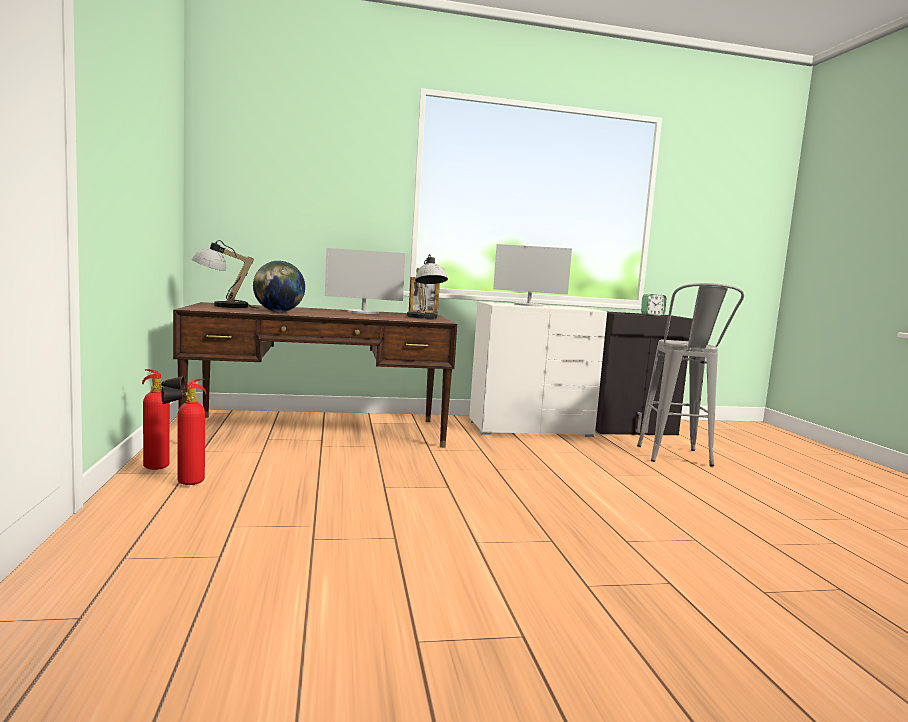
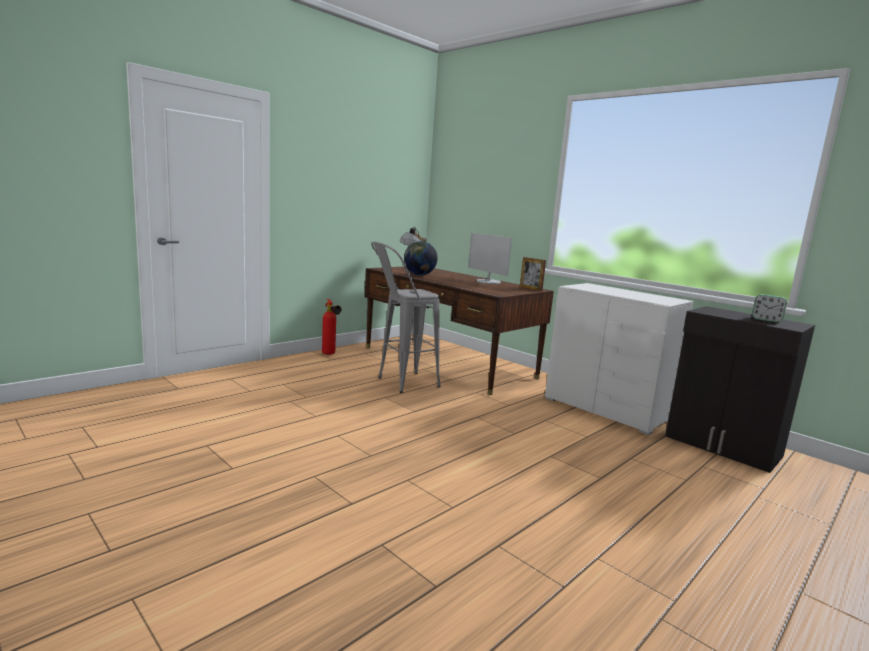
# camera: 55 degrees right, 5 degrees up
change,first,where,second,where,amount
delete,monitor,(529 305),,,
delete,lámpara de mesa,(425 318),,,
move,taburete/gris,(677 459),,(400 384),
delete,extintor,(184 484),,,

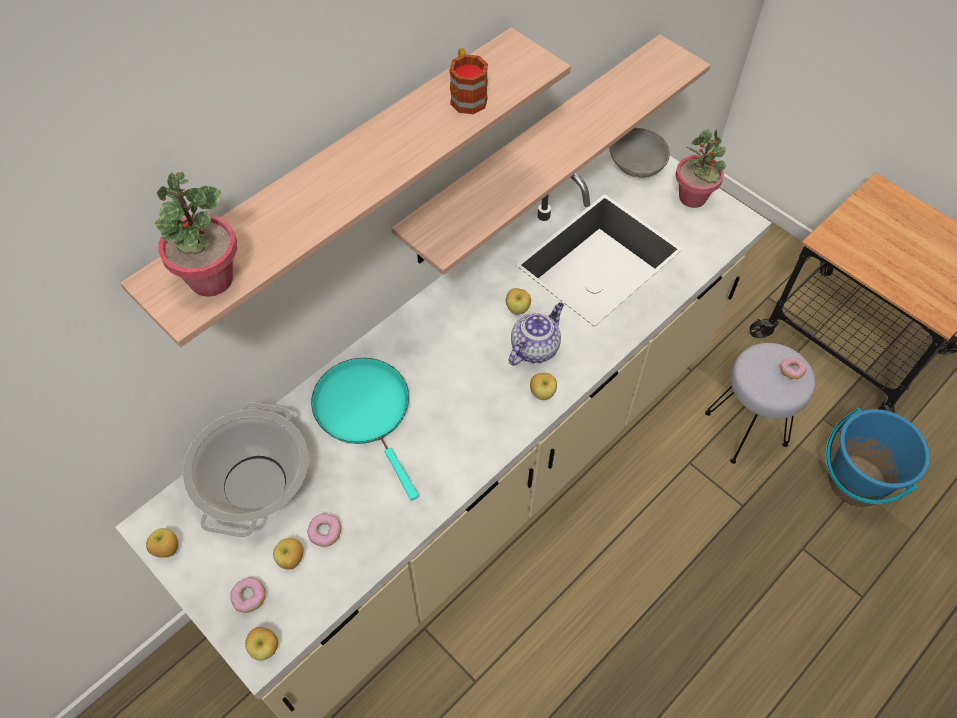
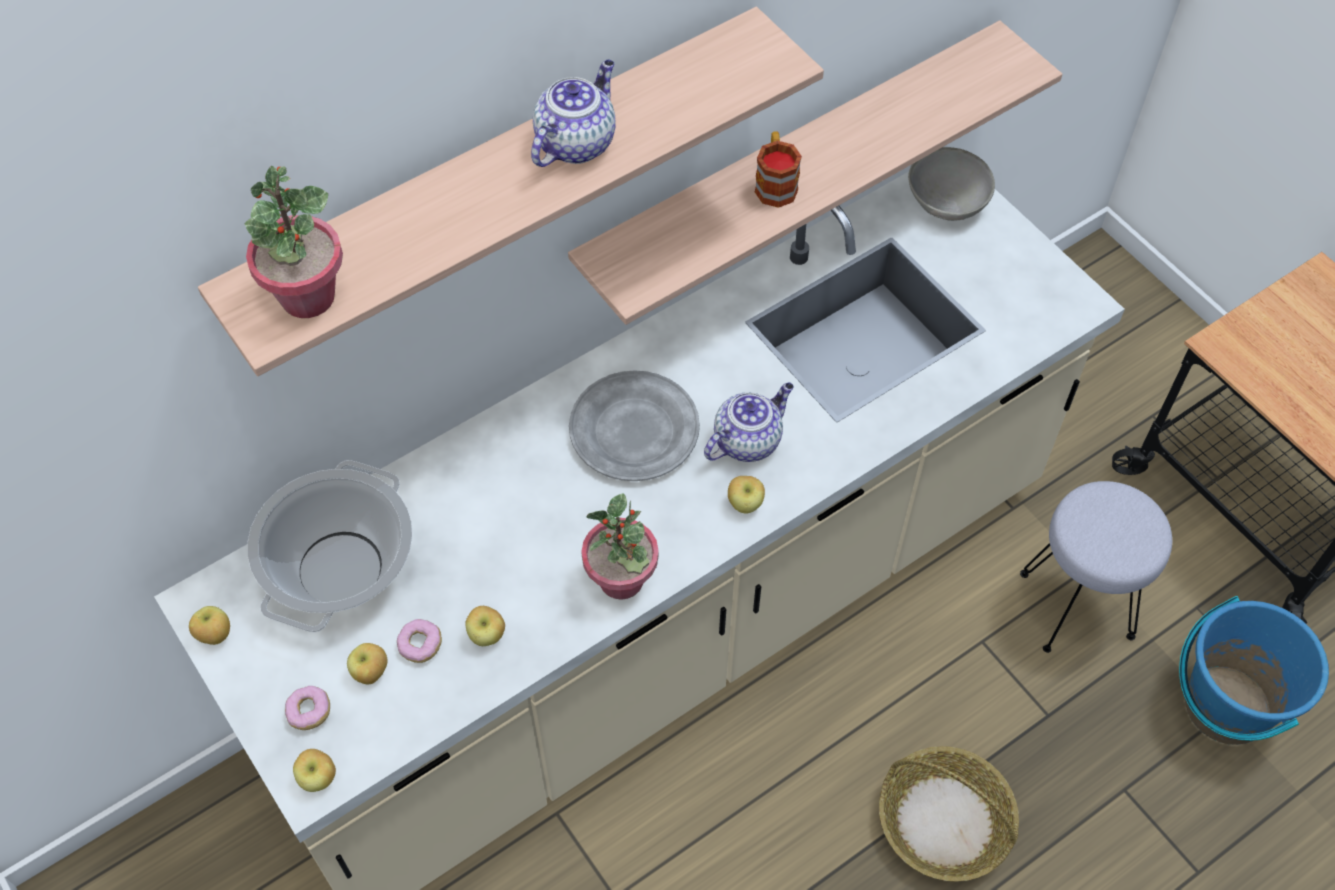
# camera: 10 degrees right, 0 degrees up
change,first,where,second,where,amount
move,taza grande,(467 95),,(775 183),
move,planta en maceta,(693 197),,(622 580),
move,manzana,(517 309),,(487 635),
delete,rosquilla,(791 371),,,
delete,sartén/turquesa,(365 410),,,
insert,,,tetera,(576 142),
insert,,,plato/gris,(634 431),
insert,,,cesta,(943 821),

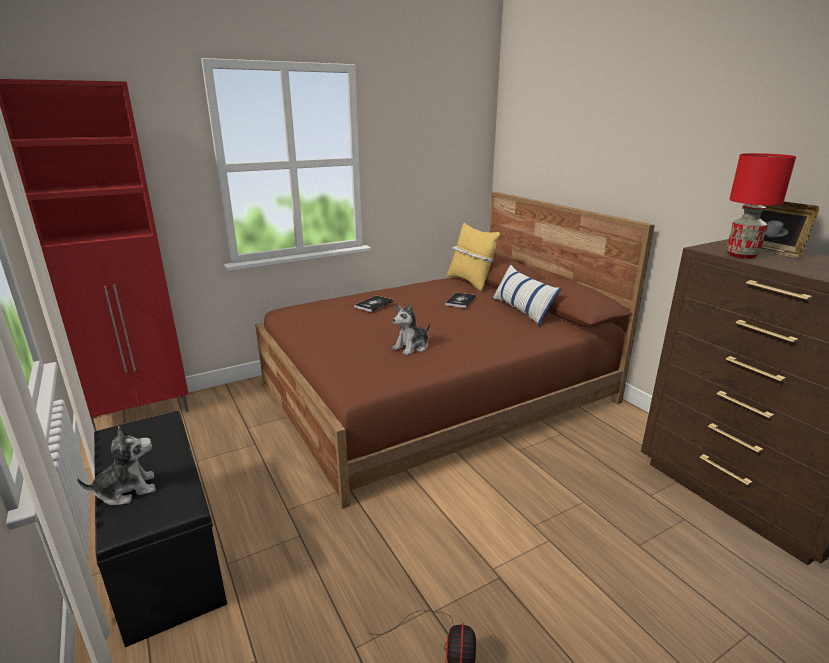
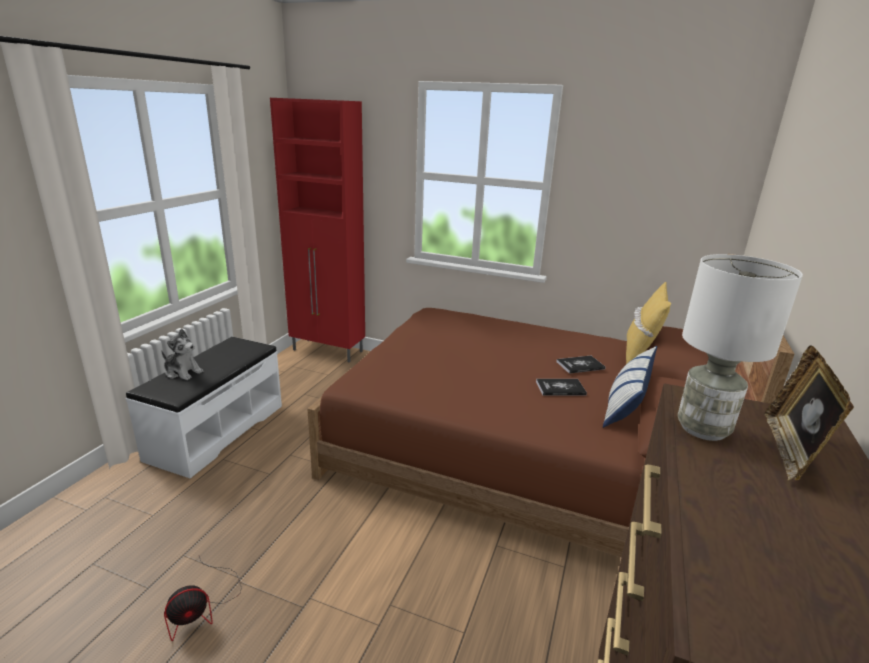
# camera: 50 degrees right, 0 degrees up
change,first,where,second,where,amount
recolor,lámpara de mesa/rojo,(741 255),lámpara de mesa/blanco,(703 428),
move,libro,(374 304),,(560 388),
delete,peluche,(412 347),,,
recolor,banco/negro,(164 552),banco/blanco,(216 431),

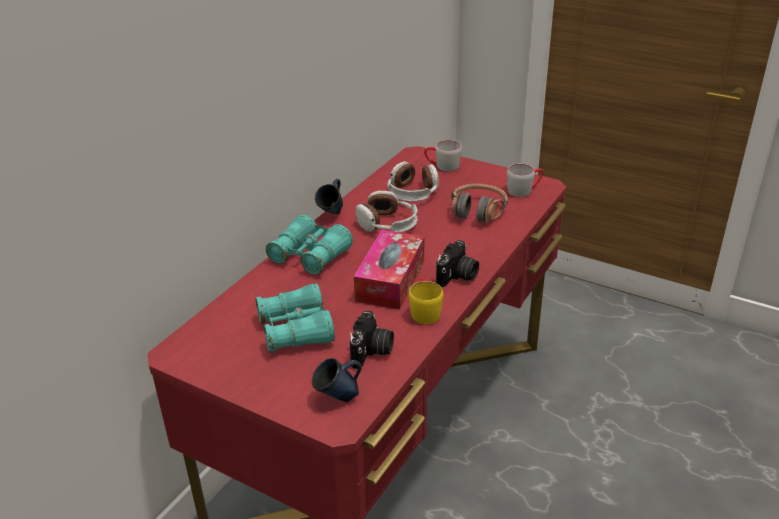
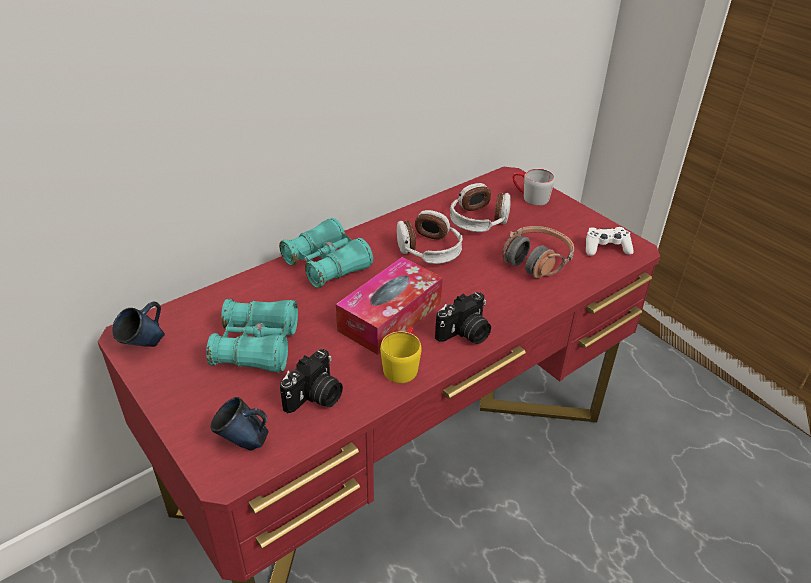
# camera: 20 degrees right, 5 degrees up
change,first,where,second,where,amount
replace,taza grande/gris,(524 190),mando de consola/blanco,(606 248),
move,taza grande/azul,(332 216),,(145 347),

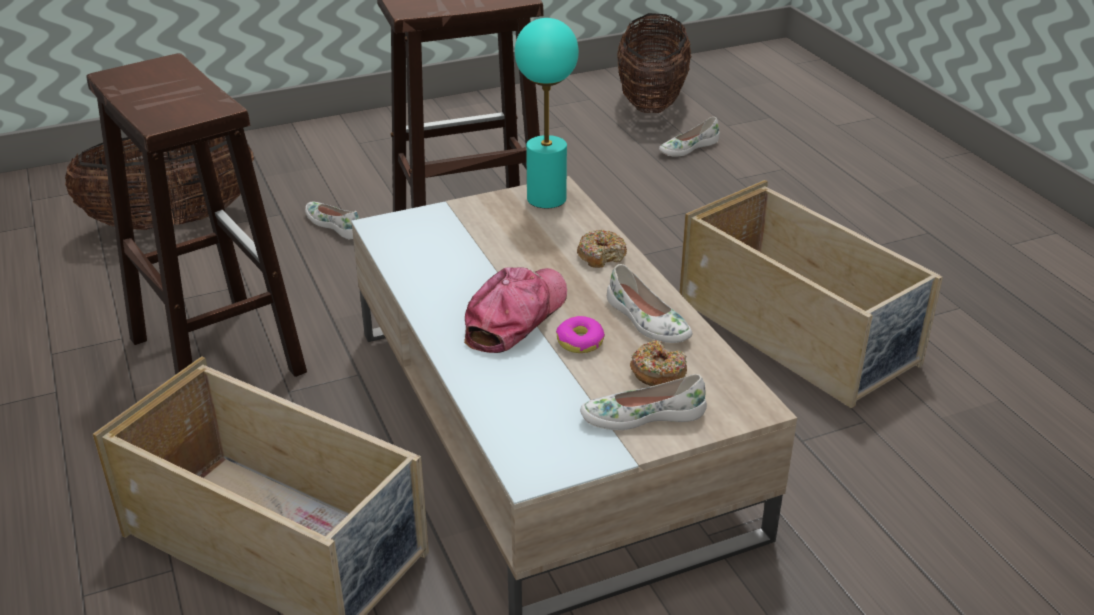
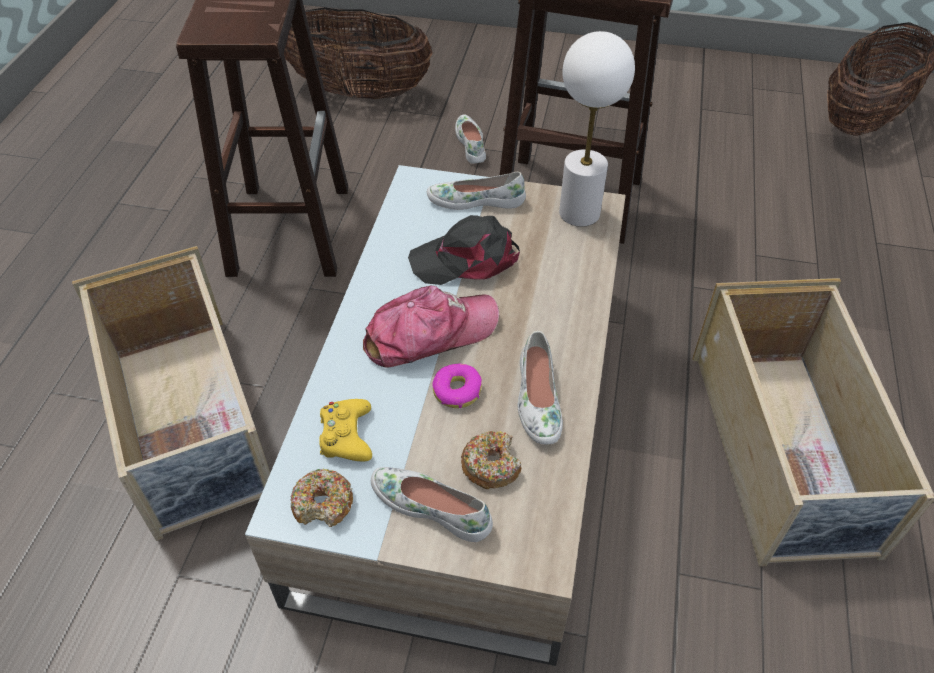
# camera: 35 degrees right, 15 degrees up
change,first,where,second,where,amount
recolor,lámpara de mesa/turquesa,(547 199),lámpara de mesa/blanco,(579 213),
move,zapato/blanco,(688 147),,(476 200),
move,rosquilla,(601 256),,(323 504),
insert,,,gorra/negro,(466 259),
insert,,,mando de consola/amarillo,(346 436),

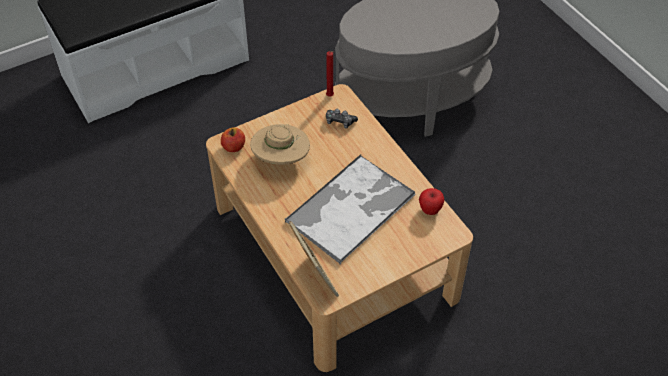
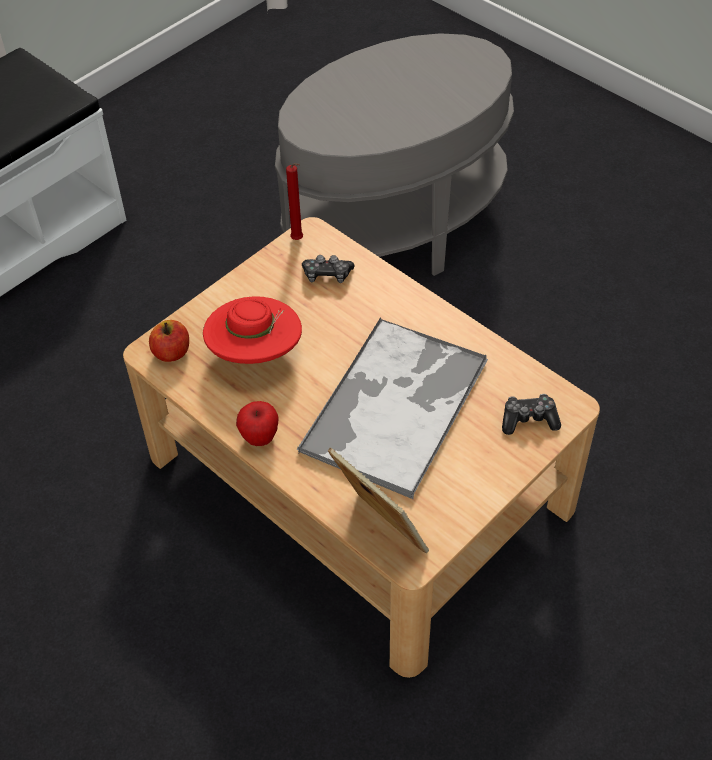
# camera: 15 degrees left, 0 degrees up
change,first,where,second,where,amount
recolor,sombrero/beis,(281 159),sombrero/rojo,(255 354),
move,manzana,(430 210),,(259 438),
insert,,,mando de consola,(529 419),

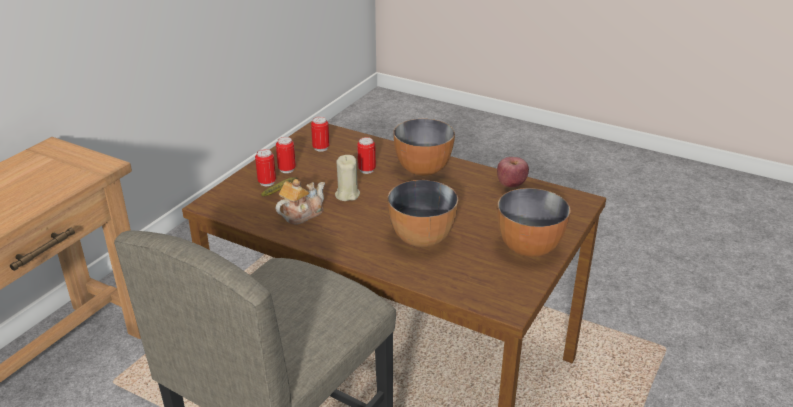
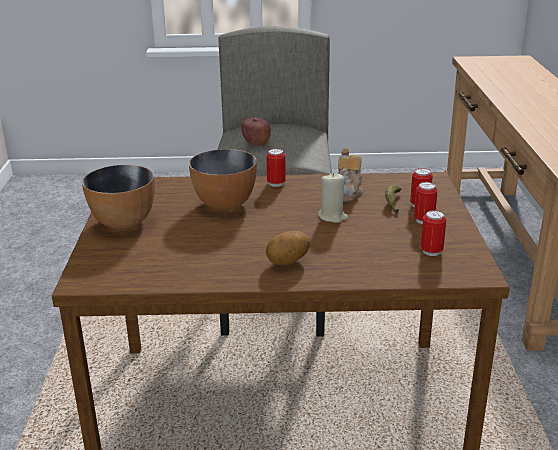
# camera: 150 degrees right, 5 degrees down
change,first,where,second,where,amount
replace,cuenco,(423 169),patata,(288 262),
move,lata,(366 170),,(276 183),
move,manzana,(511 184),,(256 143),

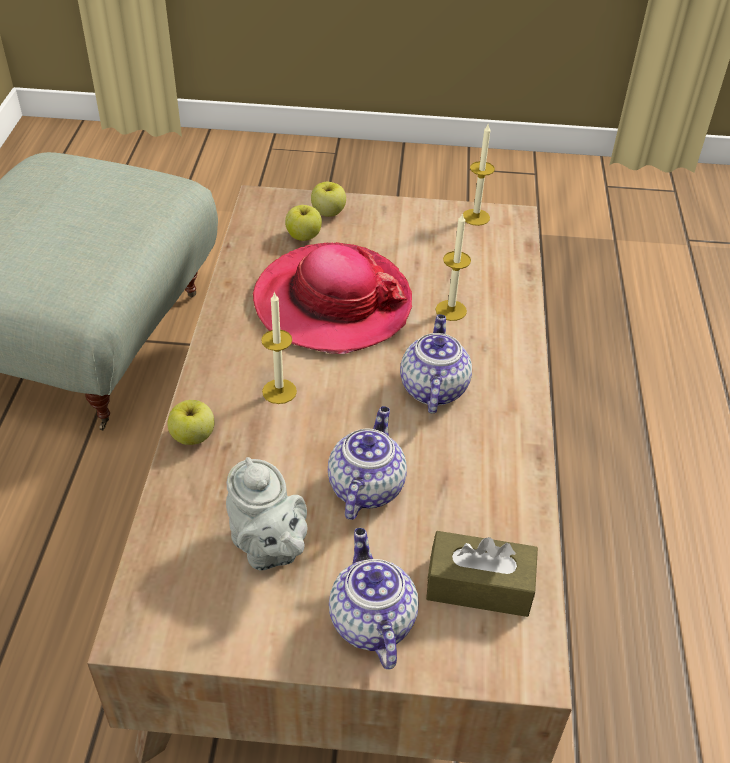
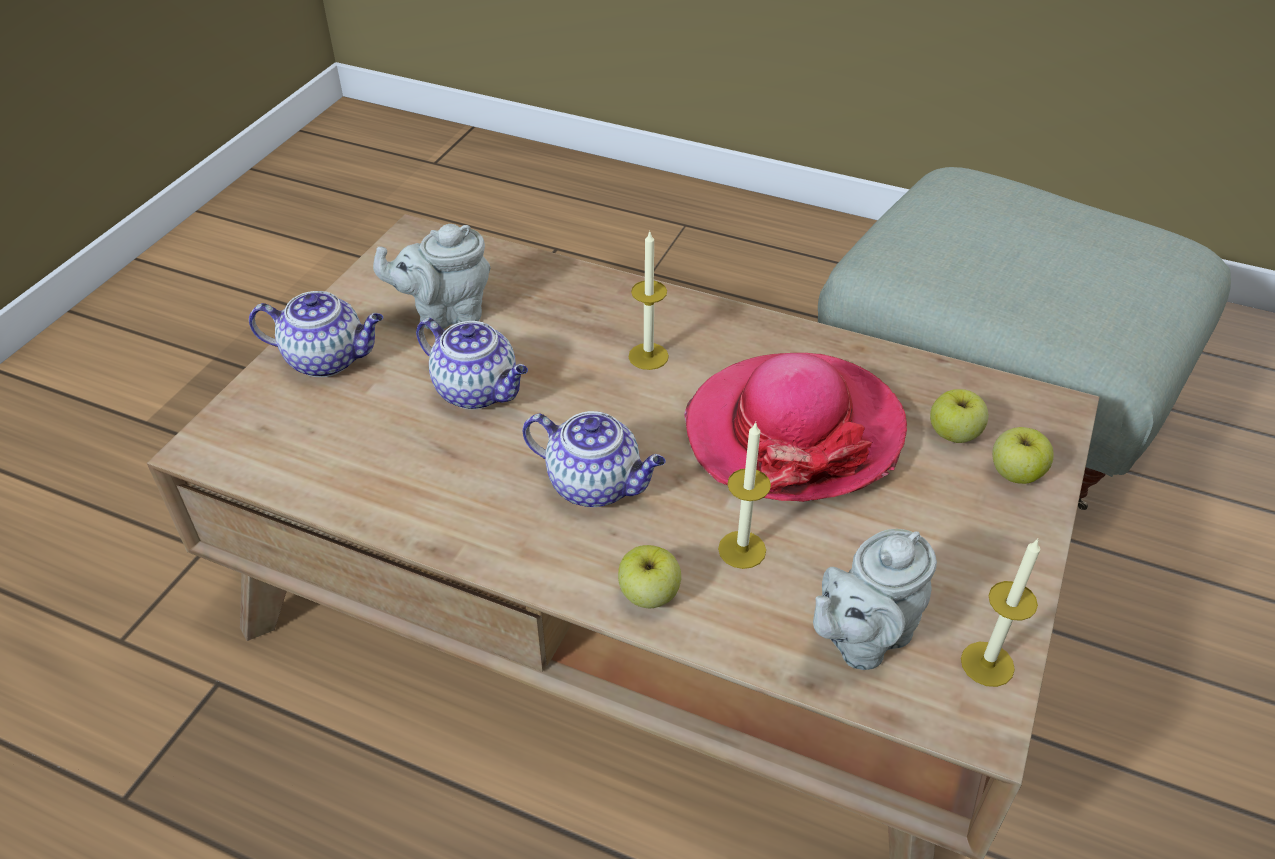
# camera: 110 degrees right, 0 degrees up
change,first,where,second,where,amount
move,manzana,(193 437),,(649 594),
delete,caja de pañuelos/marrón,(479 586),,,
insert,,,tetera/gris,(862 638),

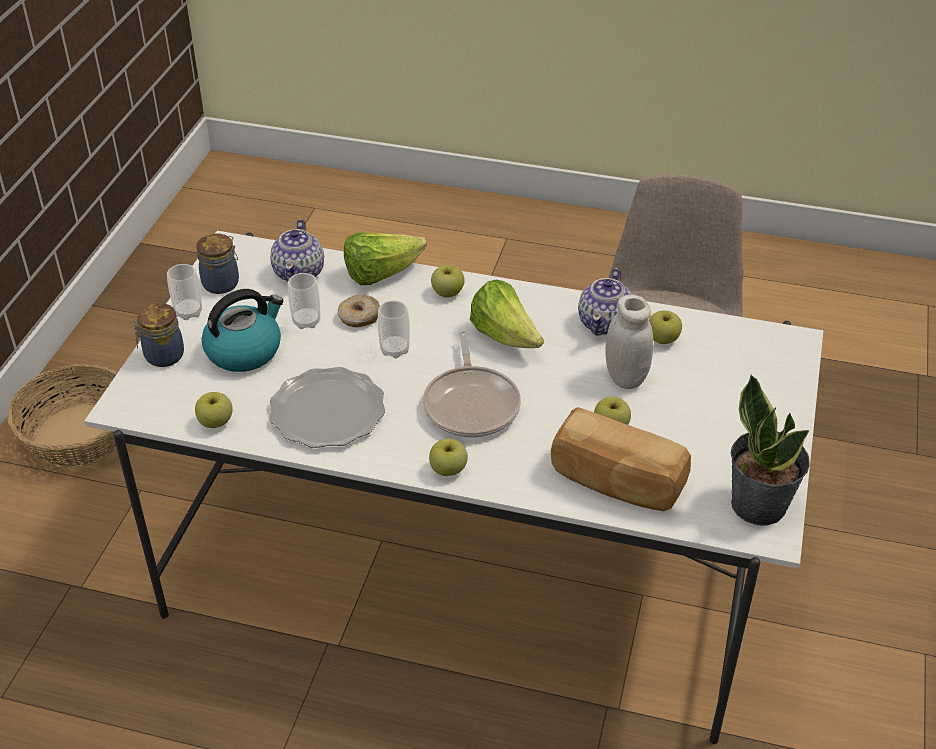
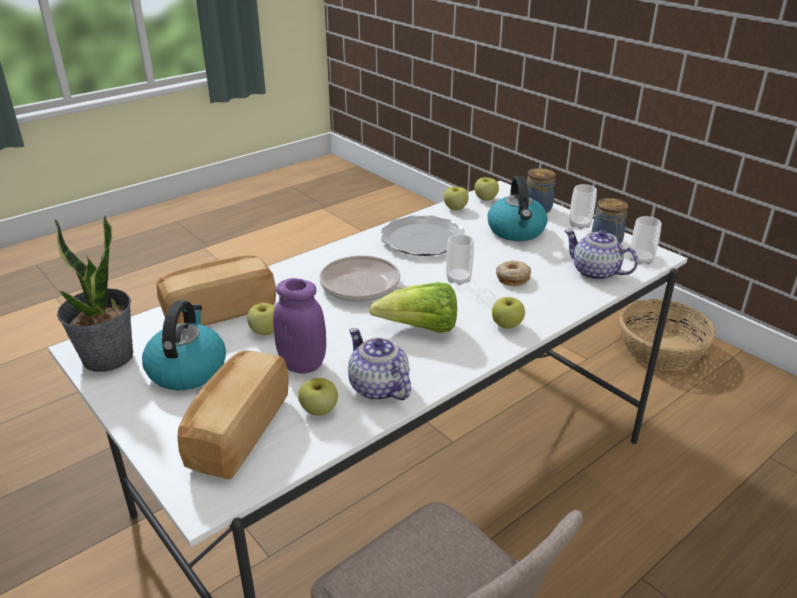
# camera: 125 degrees right, 10 degrees down
change,first,where,second,where,amount
delete,lechuga,(380 274),,,
move,taza,(306 321),,(641 260),
recolor,tarro/blanco,(625 377),tarro/morado,(303 364),
move,manzana,(448 470),,(485 198),
insert,,,hervidor,(187 369),
insert,,,pan,(236 432),

